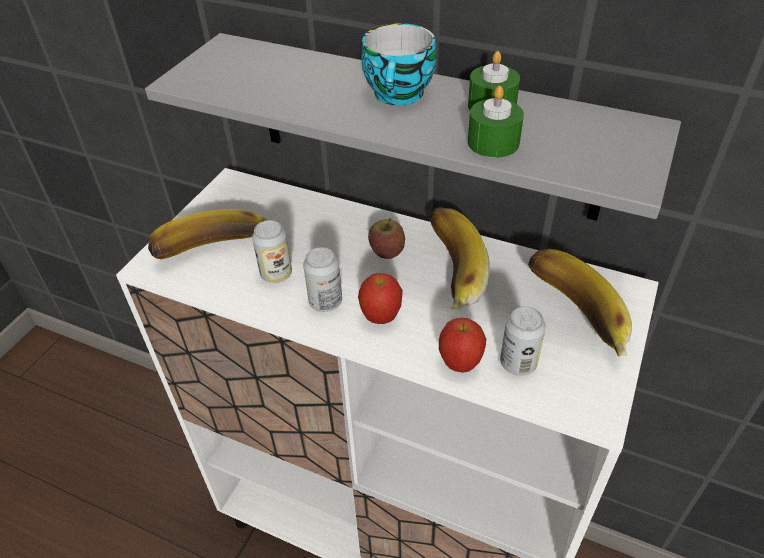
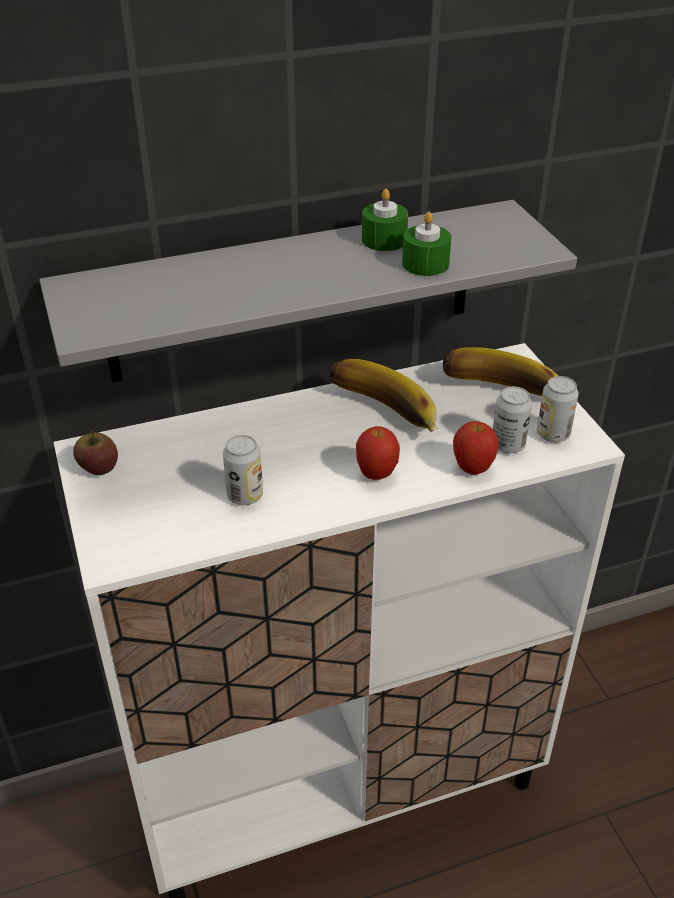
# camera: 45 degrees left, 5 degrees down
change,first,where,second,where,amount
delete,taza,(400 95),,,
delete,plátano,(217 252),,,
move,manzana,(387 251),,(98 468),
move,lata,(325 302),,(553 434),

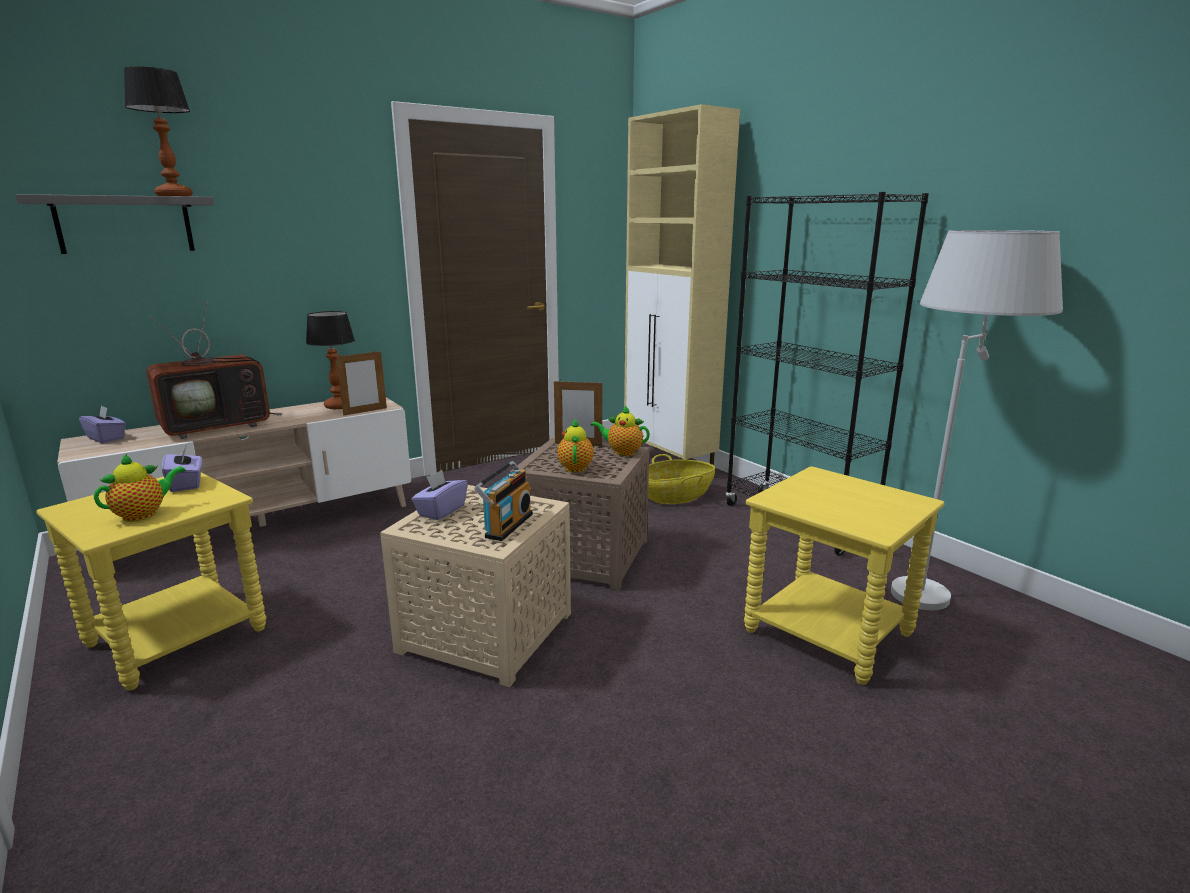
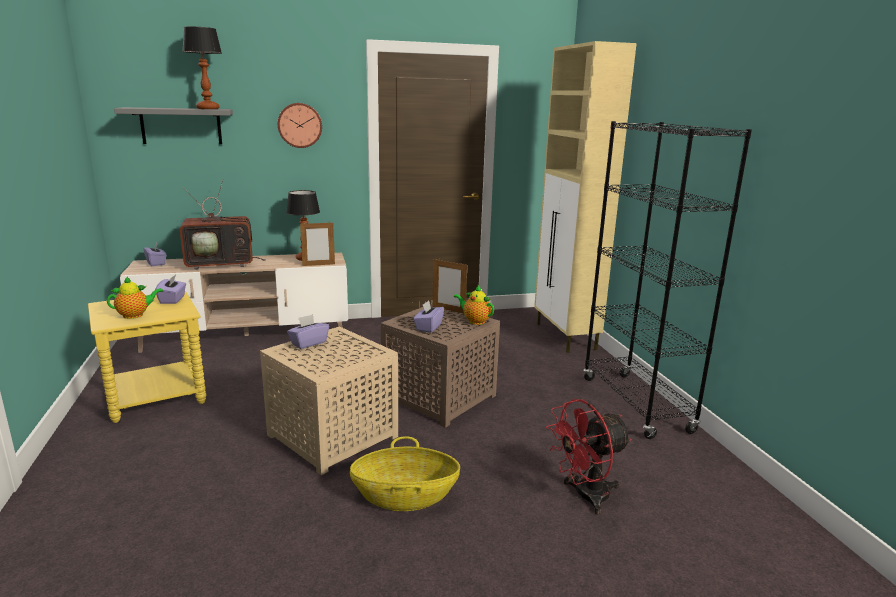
# camera: 20 degrees right, 0 degrees up
change,first,where,second,where,amount
delete,lámpara de pie/blanco,(936 586),,,
replace,tetera,(575 467),caja de pañuelos/morado,(428 327),
move,cesta,(675 496),,(405 496),
delete,radio,(506 525),,,
replace,mesa auxiliar/amarillo,(829 632),ventilador/rojo,(584 496),
insert,,,reloj de pared,(300 125),

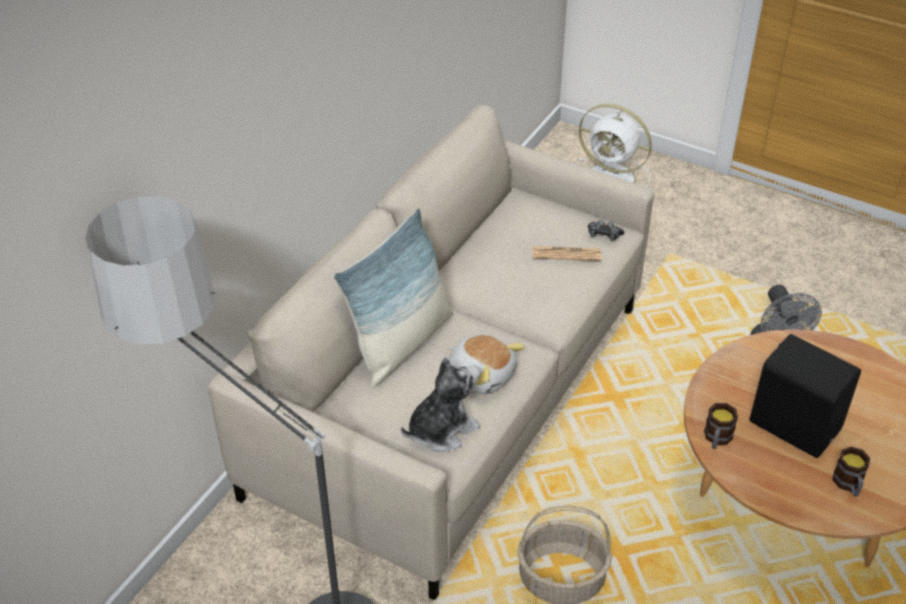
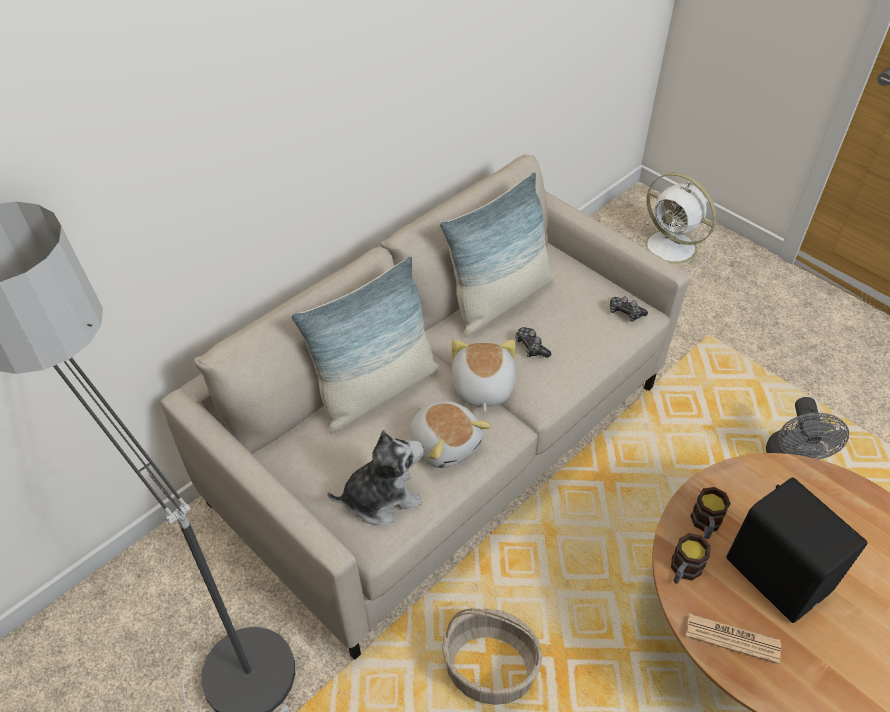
# camera: 15 degrees right, 5 degrees up
change,first,where,second,where,amount
move,periódico,(566 254),,(732 638),
move,taza grande,(849 485),,(705 525),
insert,,,cojín,(499 300),
insert,,,mando de consola,(531 347),
insert,,,peluche,(481 388),

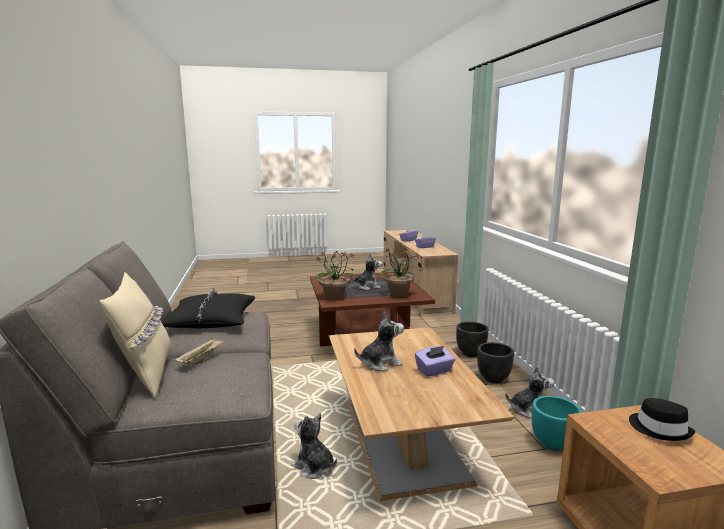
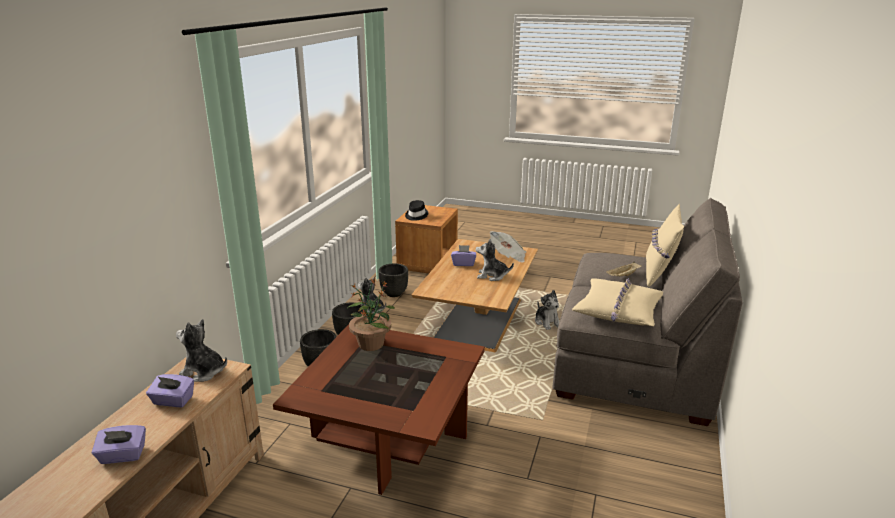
# camera: 150 degrees left, 10 degrees up
change,first,where,second,where,amount
delete,planta en maceta,(335 297),,,
move,peluche,(367 287),,(204 372),
recolor,cojín/negro,(211 320),cojín/beis,(618 310),
recolor,maceta/turquesa,(552 444),maceta/negro,(394 293),
insert,,,periódico,(508 256),

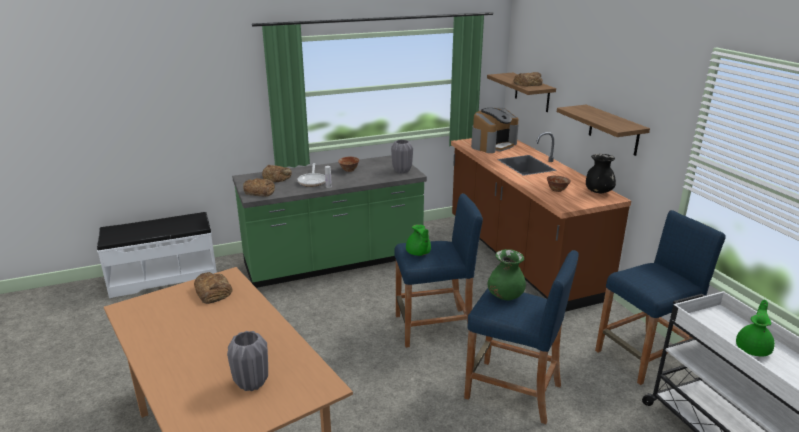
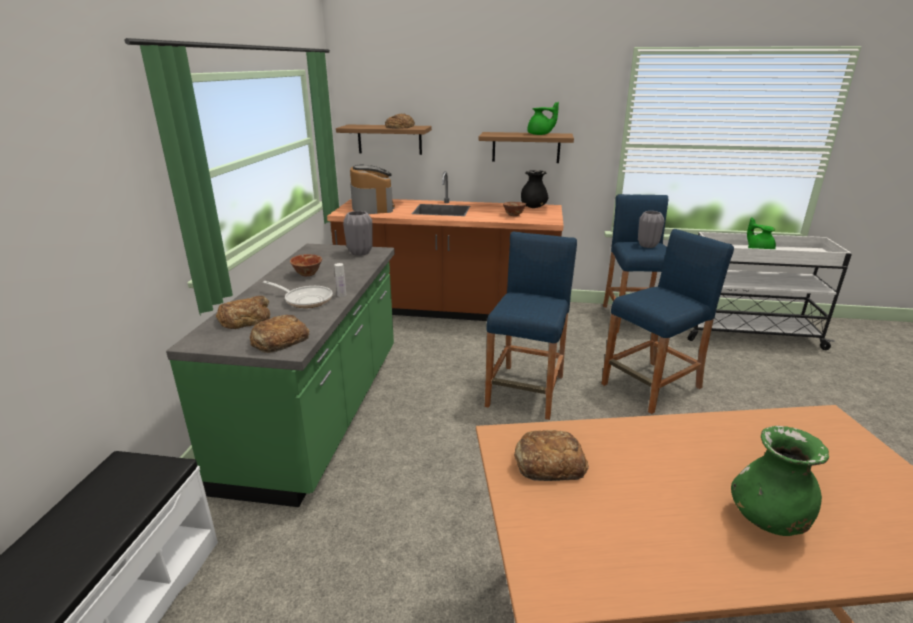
# camera: 60 degrees left, 0 degrees up
change,first,where,second,where,amount
move,tetera/verde,(418 253),,(540 134),
move,florero/verde,(505 296),,(768 520),
move,florero/gris,(251 383),,(647 245),

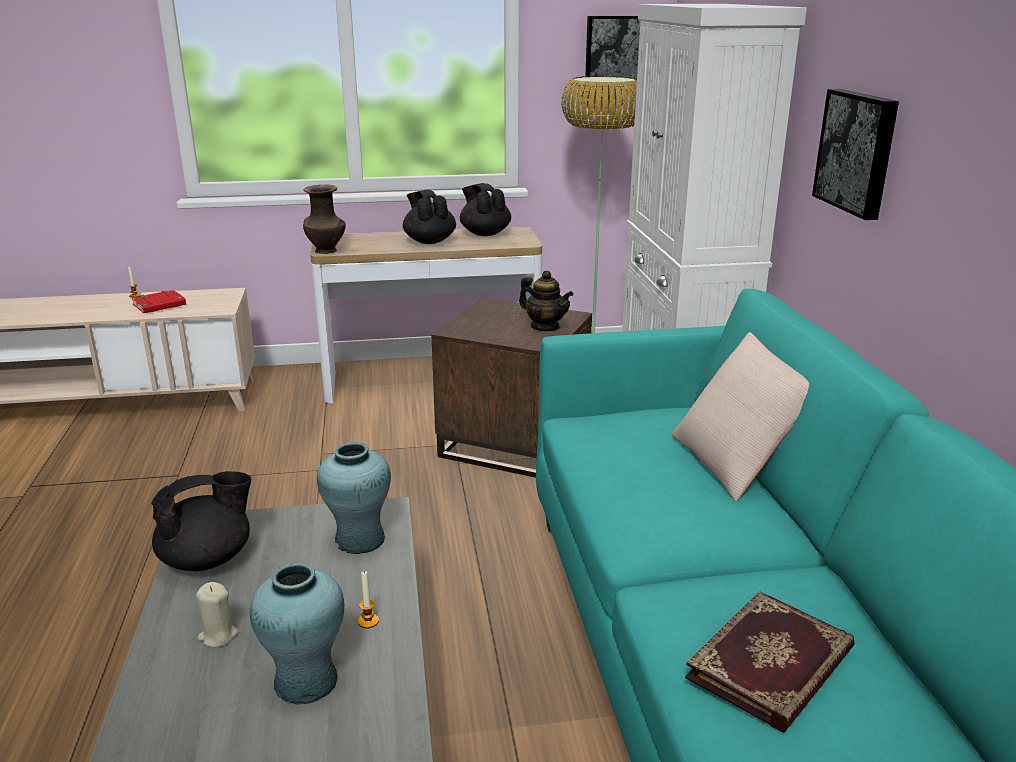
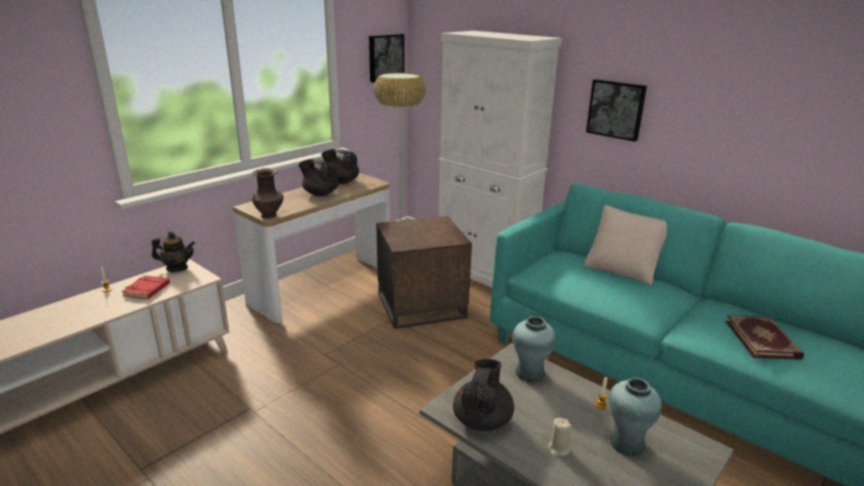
# camera: 40 degrees left, 0 degrees up
change,first,where,second,where,amount
move,tetera,(545 327),,(177 268),

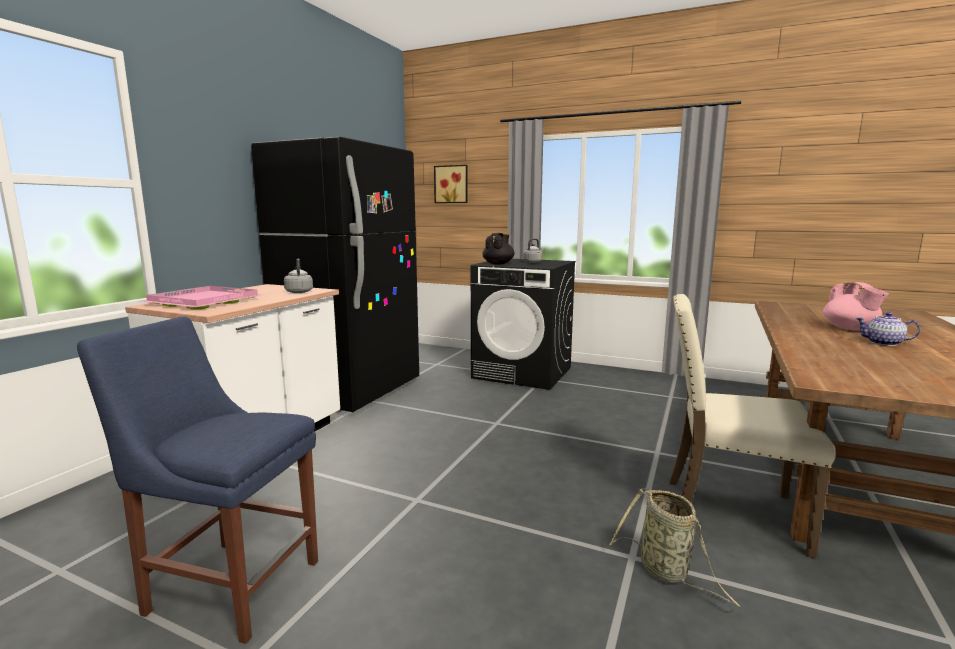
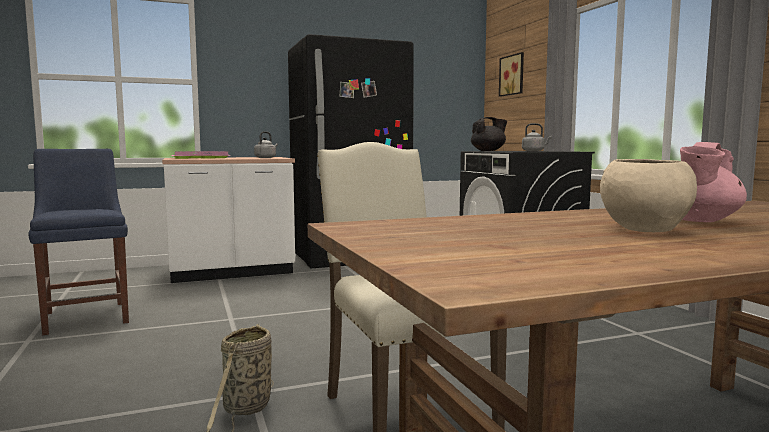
# camera: 45 degrees right, 5 degrees down
change,first,where,second,where,amount
replace,tetera,(884 343),cuenco/beis,(644 229),

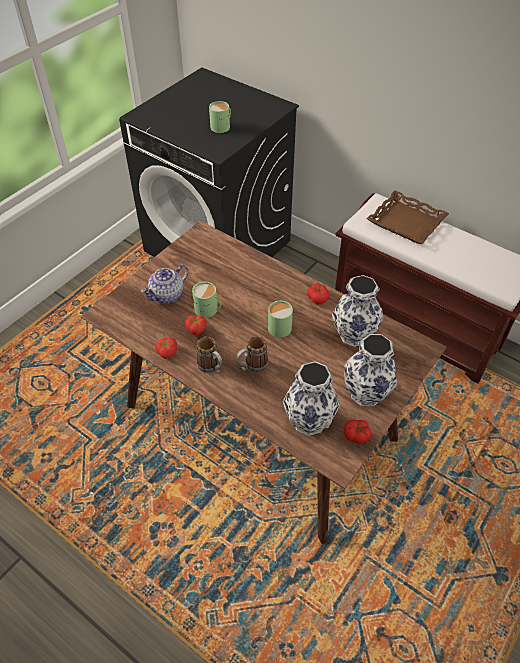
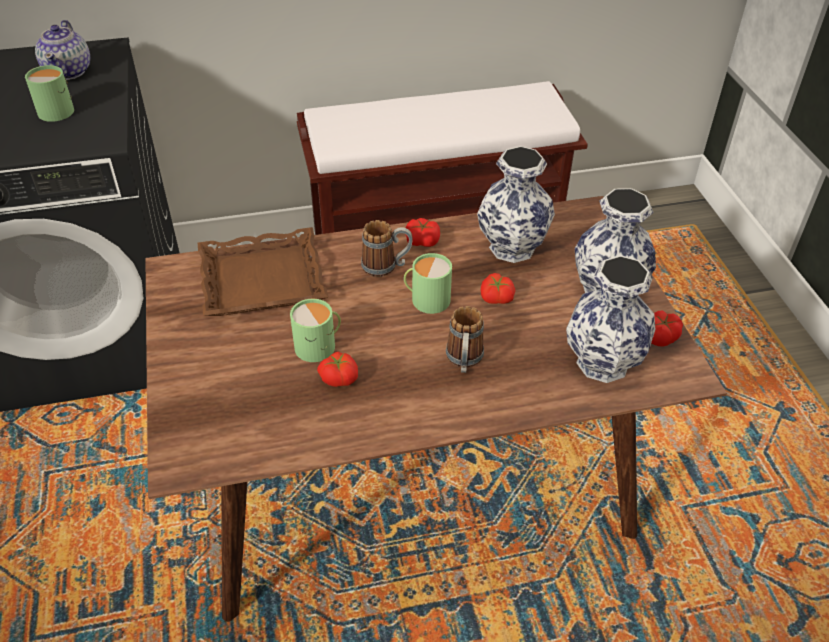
# camera: 50 degrees left, 5 degrees down
change,first,where,second,where,amount
move,bandeja/marrón,(406 222),,(262 281),
move,tetera,(167 295),,(69 71),
move,tomate,(166 352),,(495 298),
move,taza grande,(211 367),,(386 266),

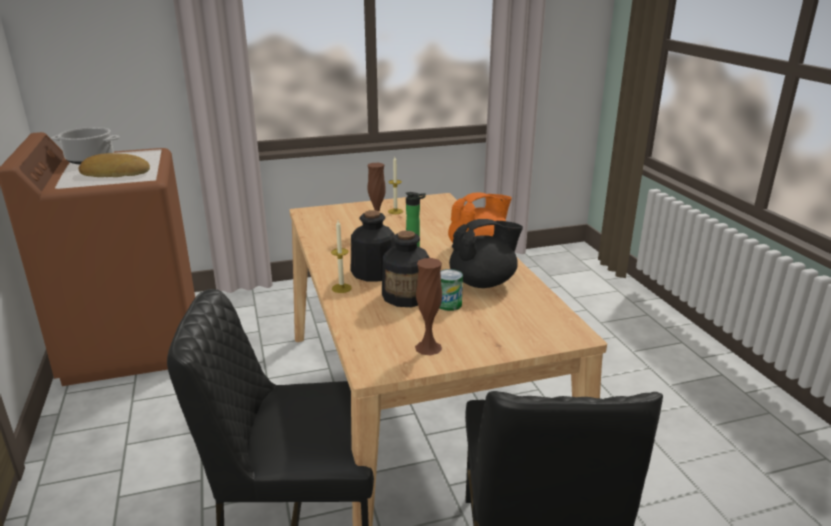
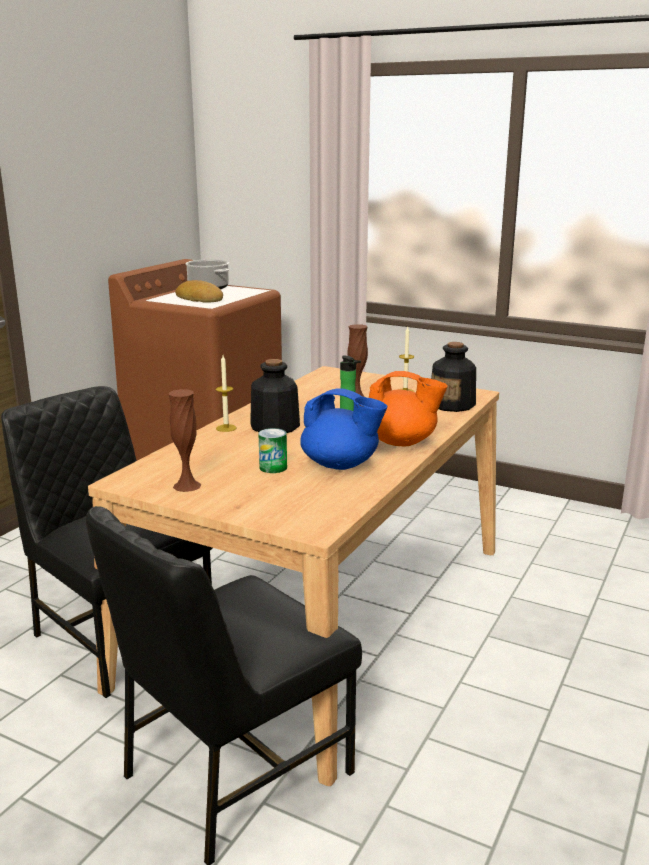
# camera: 45 degrees right, 5 degrees down
change,first,where,second,where,amount
recolor,tetera/negro,(483 282),tetera/azul,(341 465),
move,botella,(407 296),,(452 404),

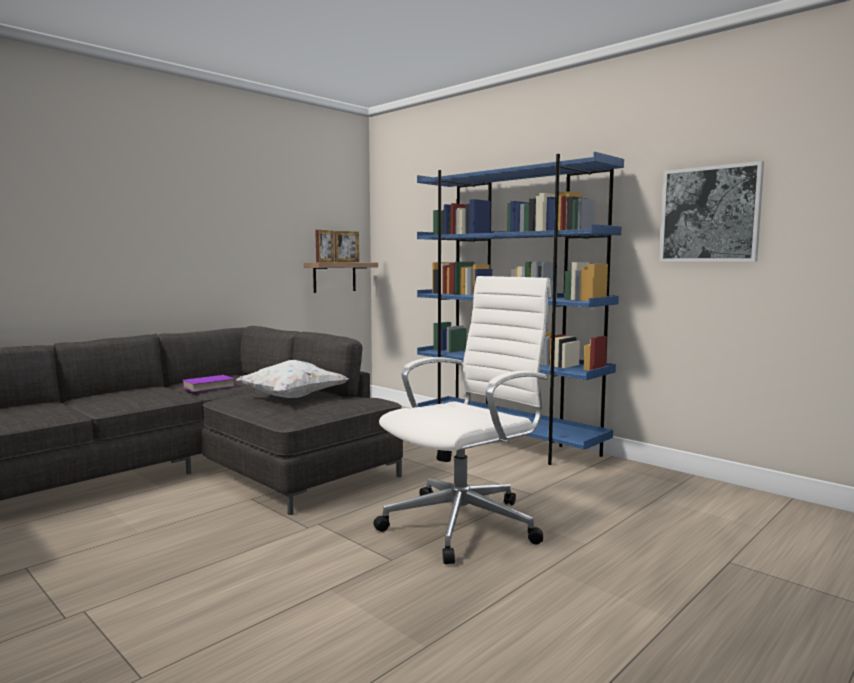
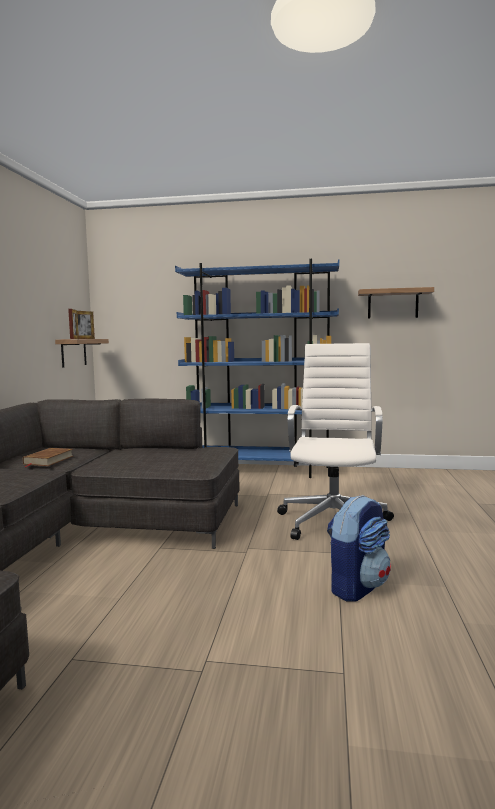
# camera: 35 degrees left, 0 degrees up
change,first,where,second,where,amount
replace,cuadro,(710 214),estante,(393 304),
delete,cojín/blanco,(292 398),,,
recolor,libro/morado,(208 387),libro/marrón,(48 460),
insert,,,mochila,(357 587),

